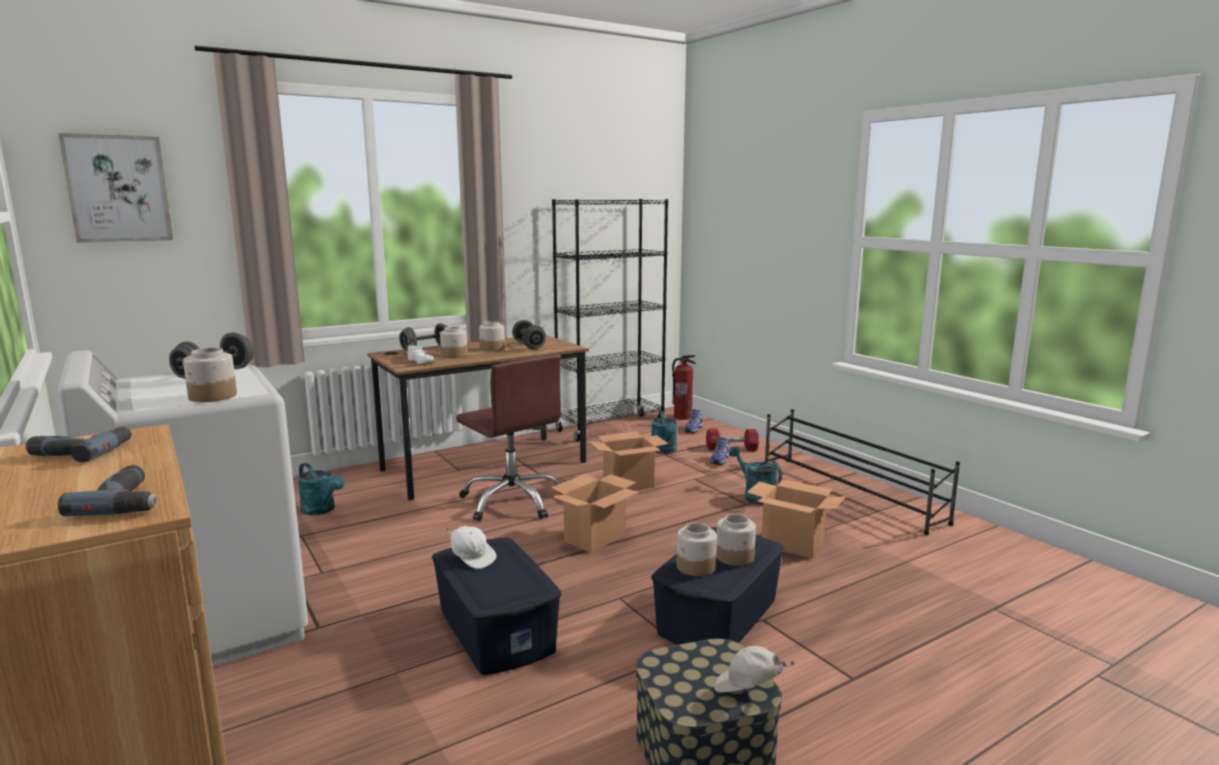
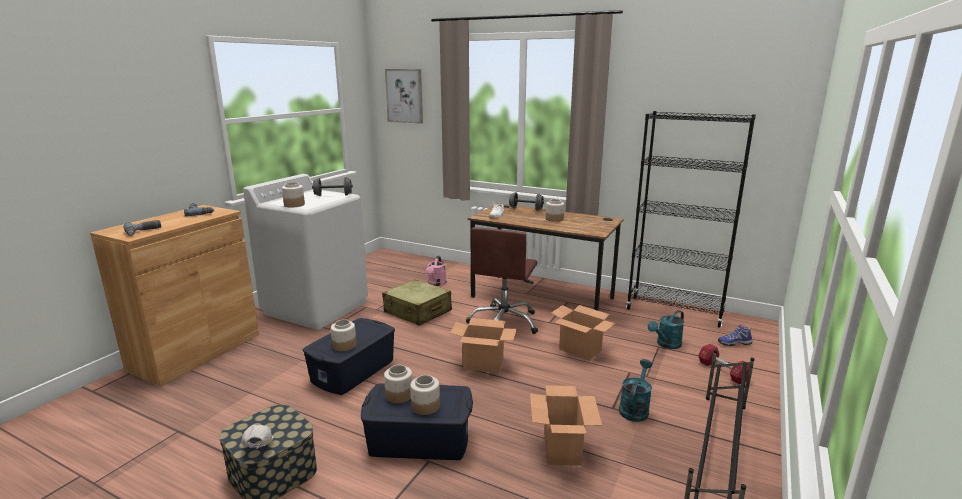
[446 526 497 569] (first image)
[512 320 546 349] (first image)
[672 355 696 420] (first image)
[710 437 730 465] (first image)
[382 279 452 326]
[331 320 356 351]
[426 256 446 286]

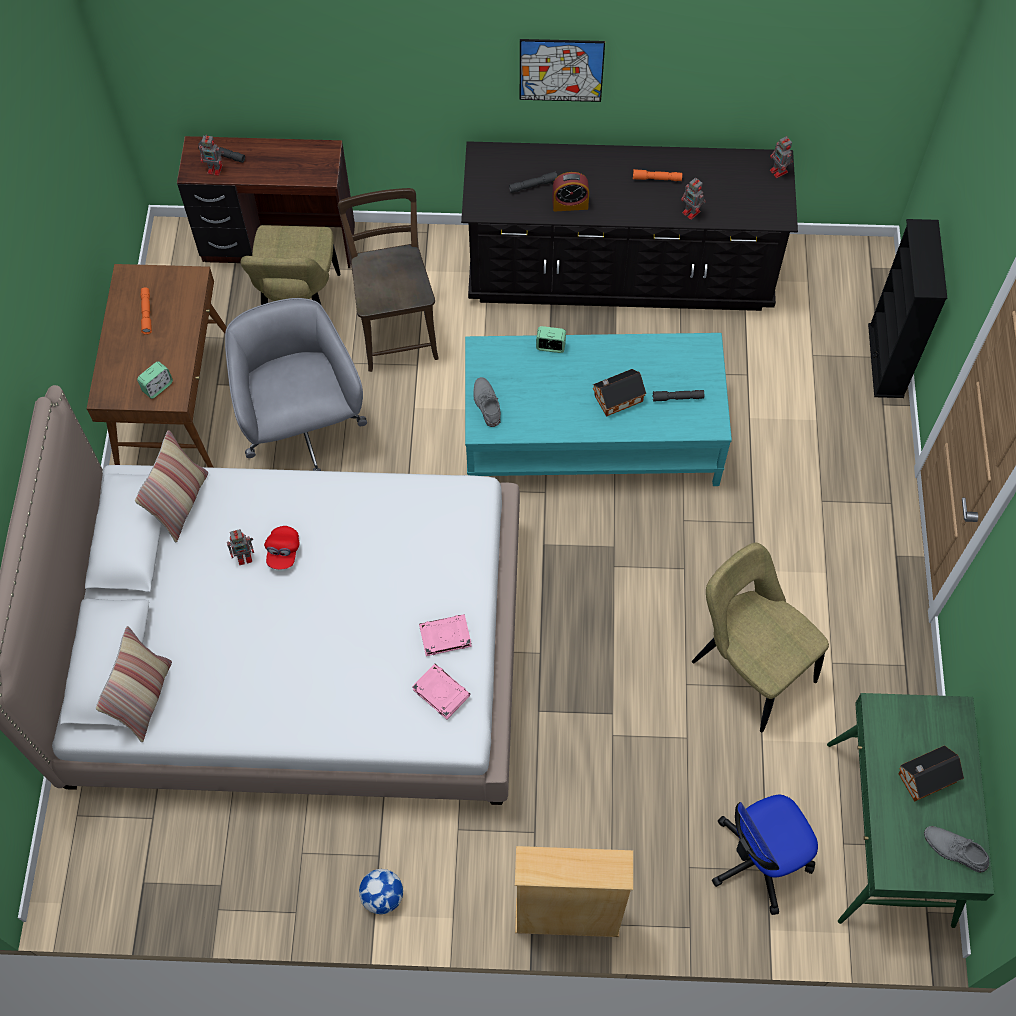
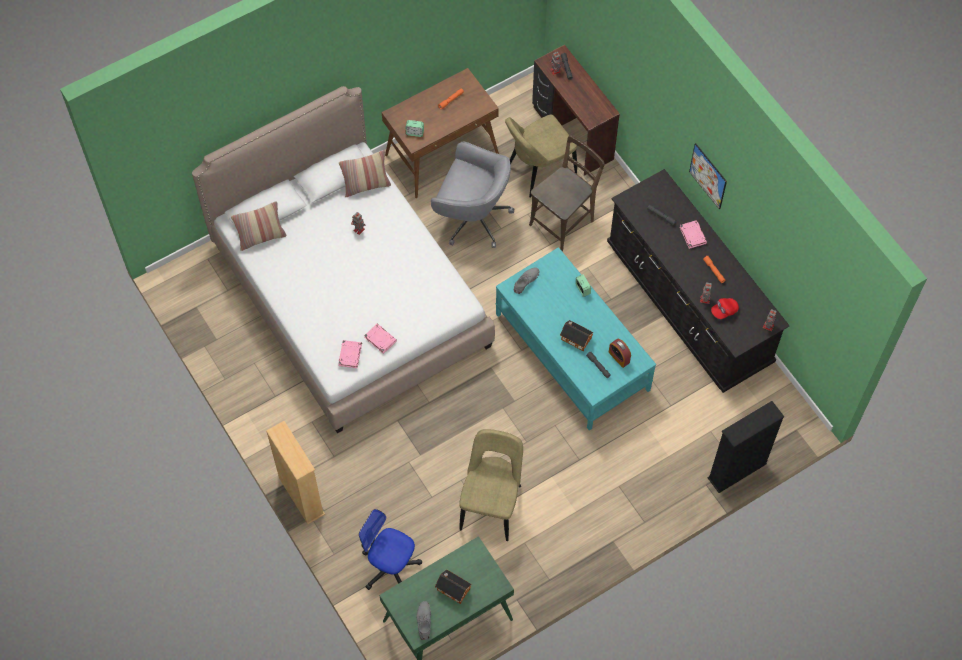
[359 869 403 914] (first image)
[680 220 707 249]
[711 298 739 319]
[609 339 631 368]
[431 142 514 248]

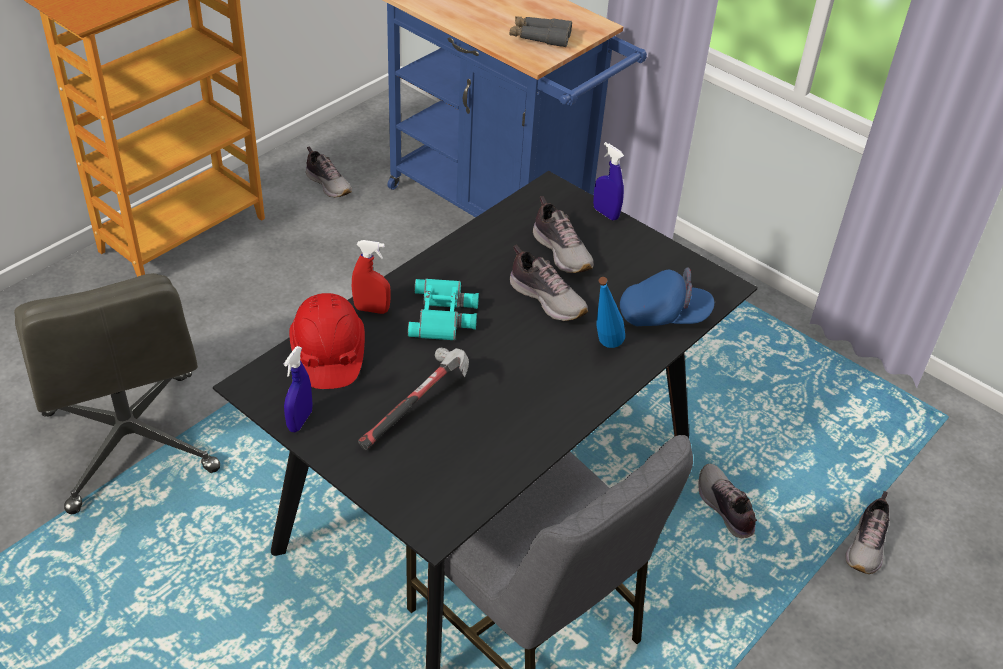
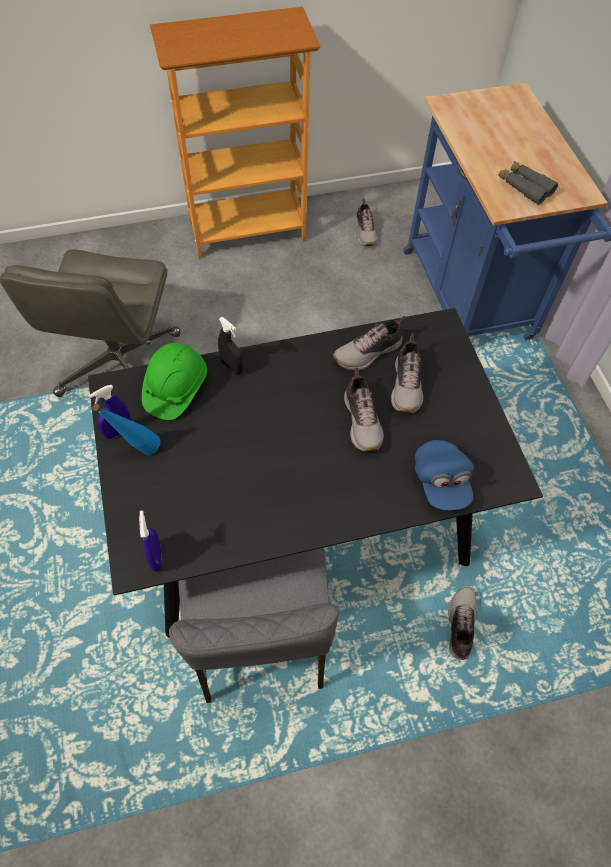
[358 348 469 450] (first image)
[408 279 479 341] (first image)
[139 510 162 572]
[93 404 161 455]
[333 316 406 371]
[142 343 207 420]
[218 317 243 374]
[415 440 474 510]

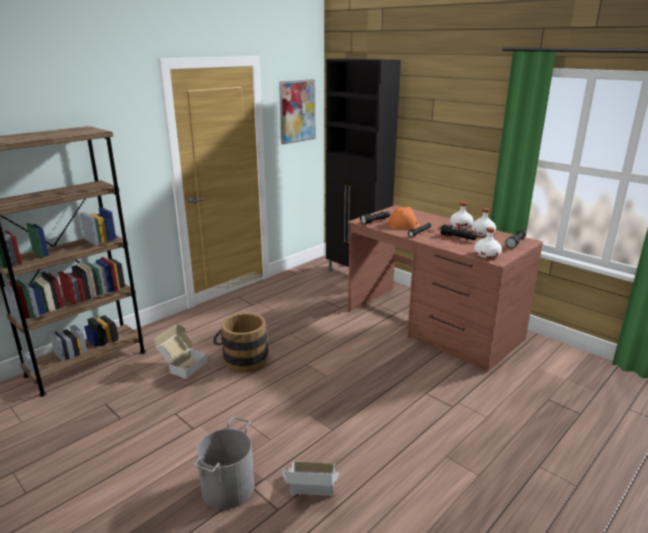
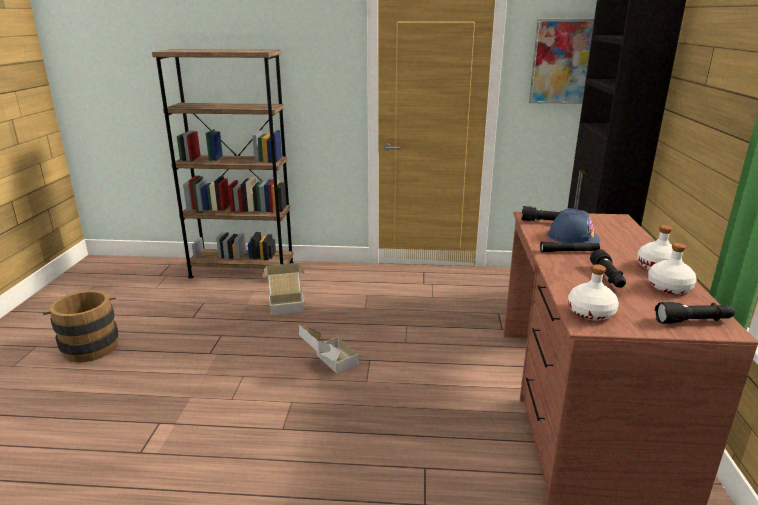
[193 417 254 509] (first image)
[43 290 118 363]
[298 323 359 374]
[547 208 600 243]

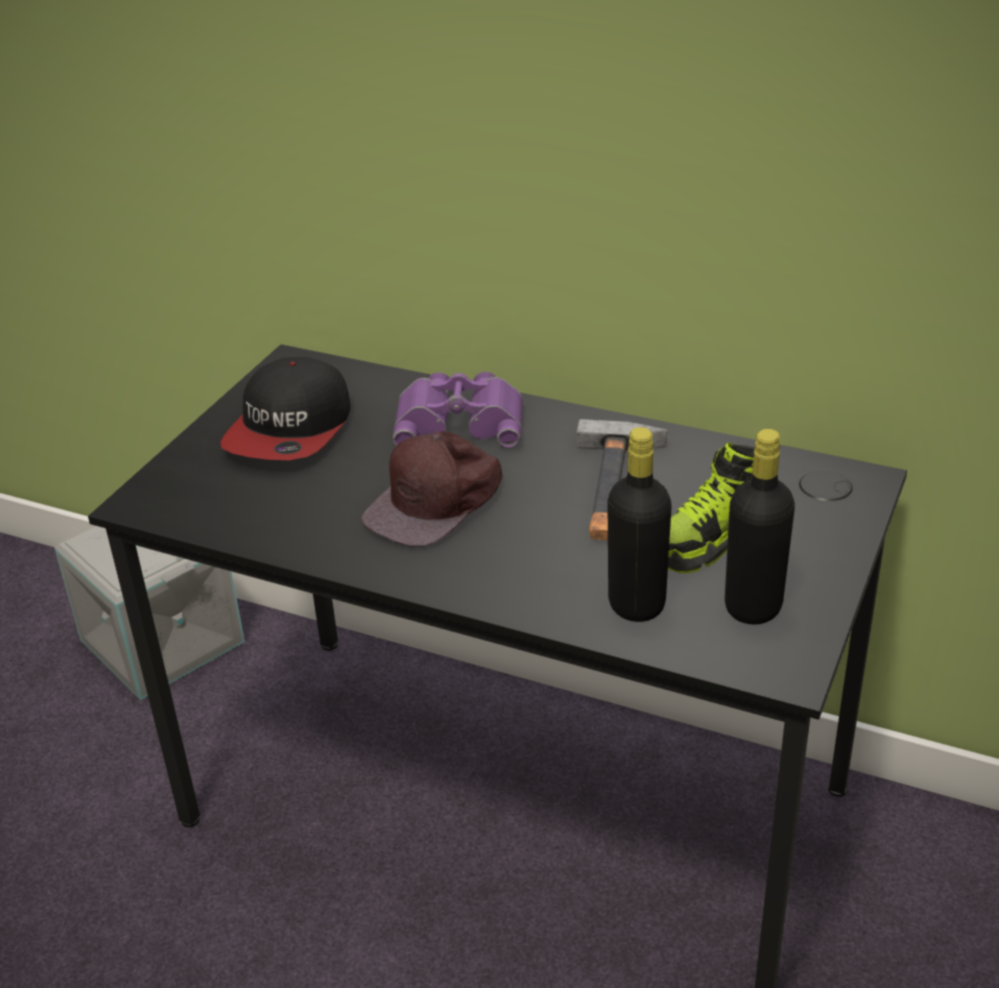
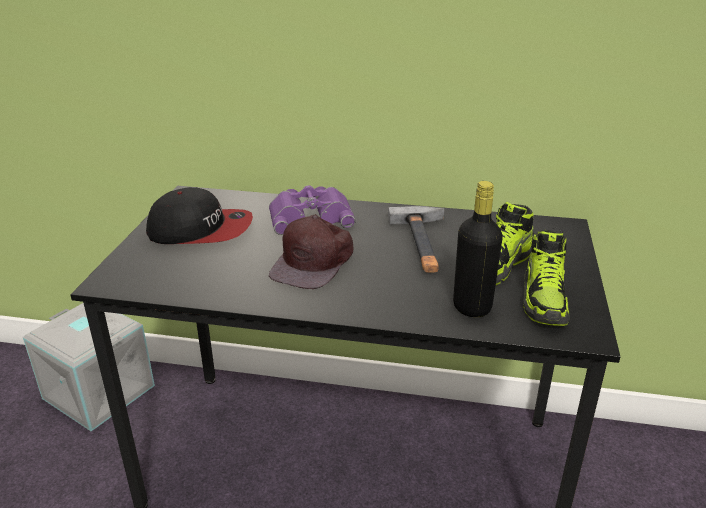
[523 230 570 326]
[146 187 253 244]

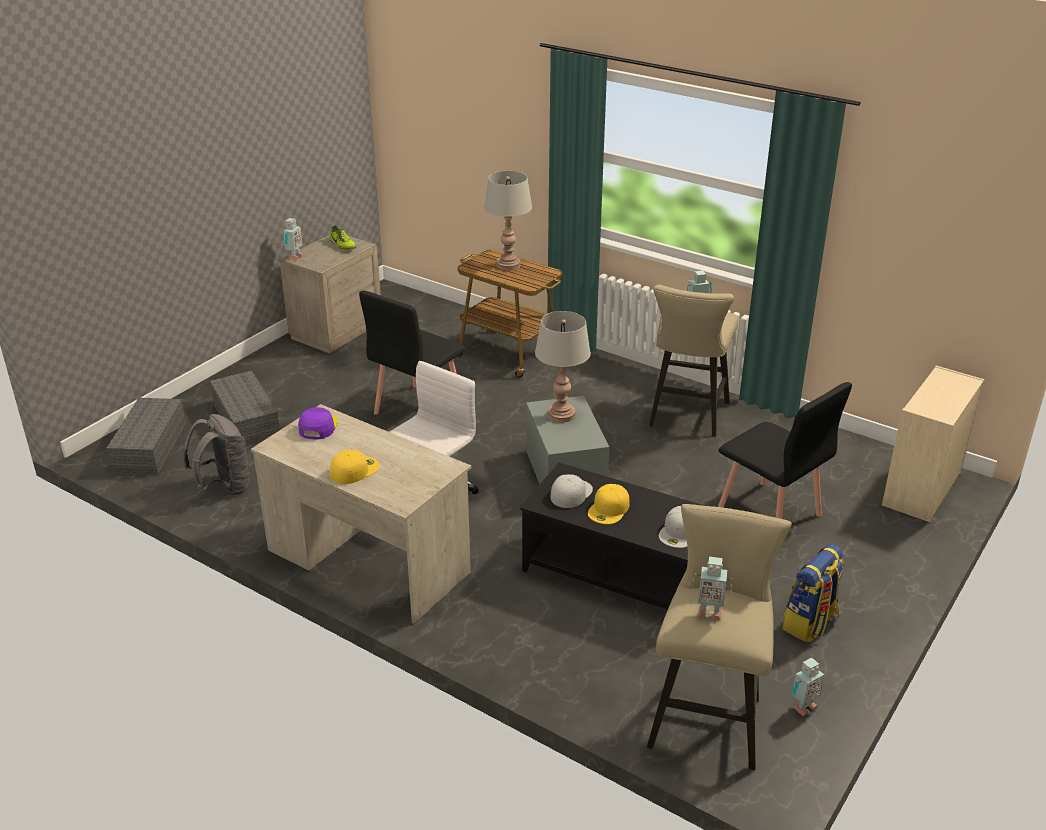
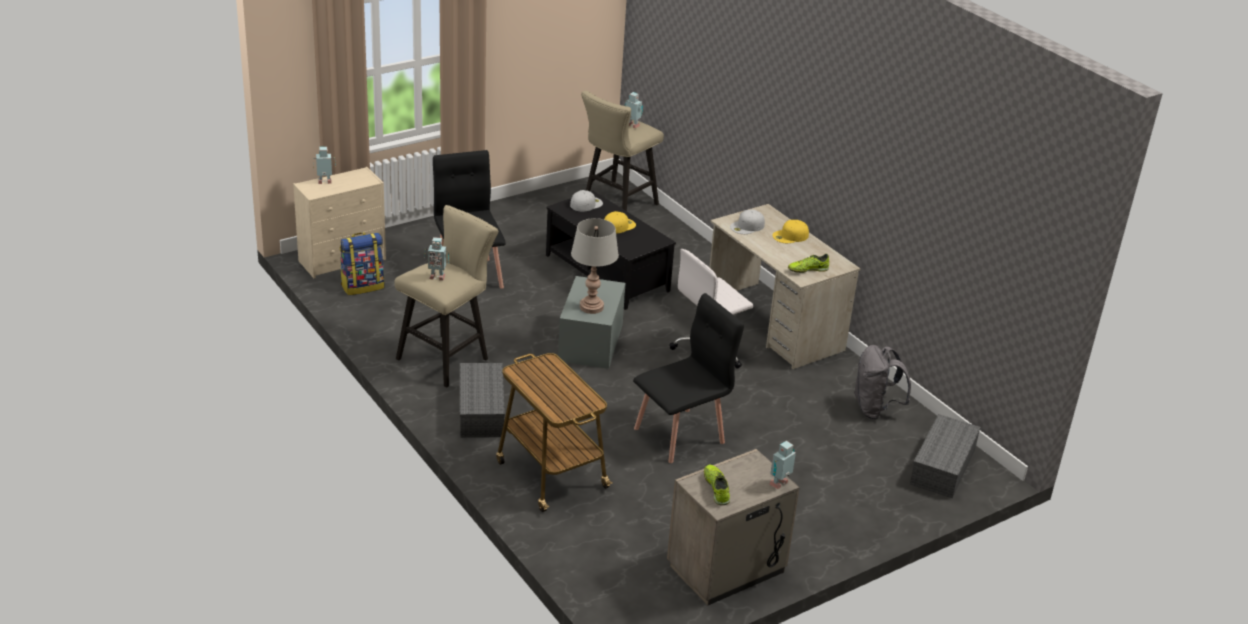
[484 171 532 271] (first image)
[460 363 505 438]
[730 210 765 234]
[340 232 385 295]
[313 147 336 184]
[788 254 829 273]

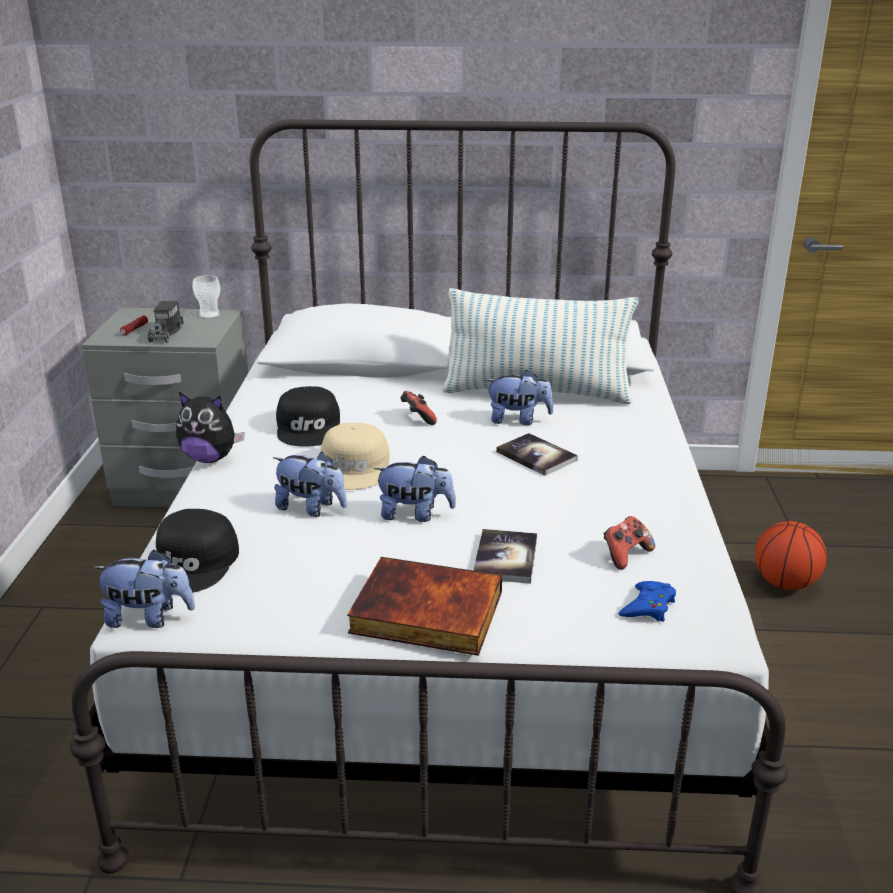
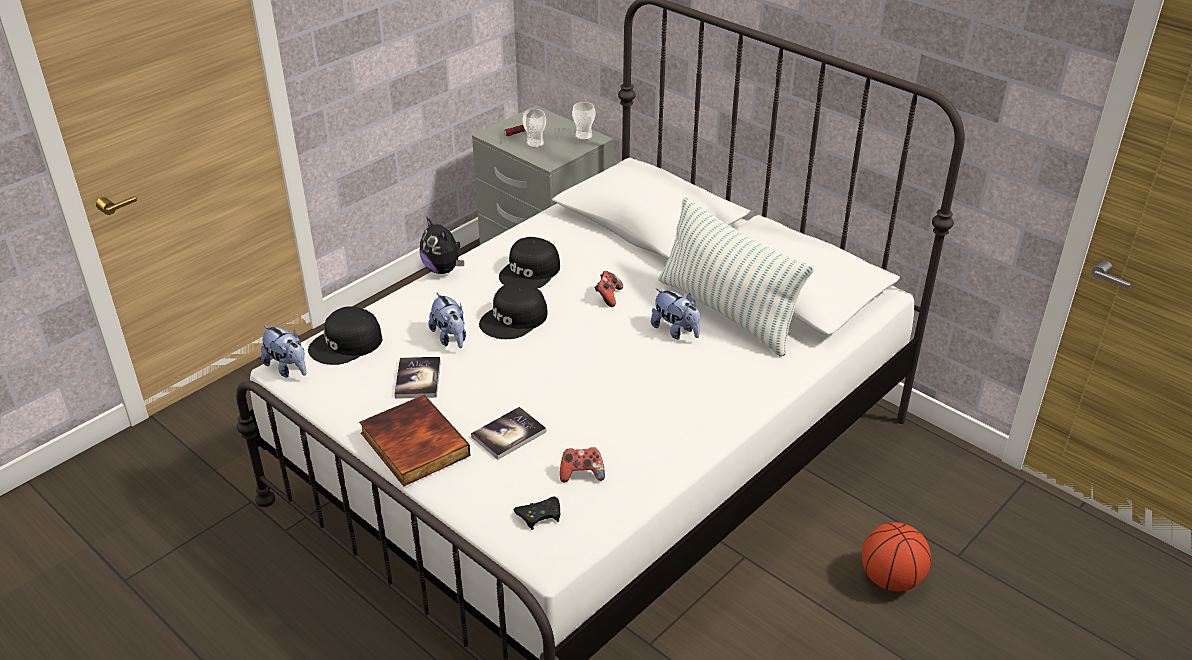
[373 456 456 522] (first image)
[394 357 441 399]
[522 109 546 148]
[479 282 547 339]
[513 496 560 530]

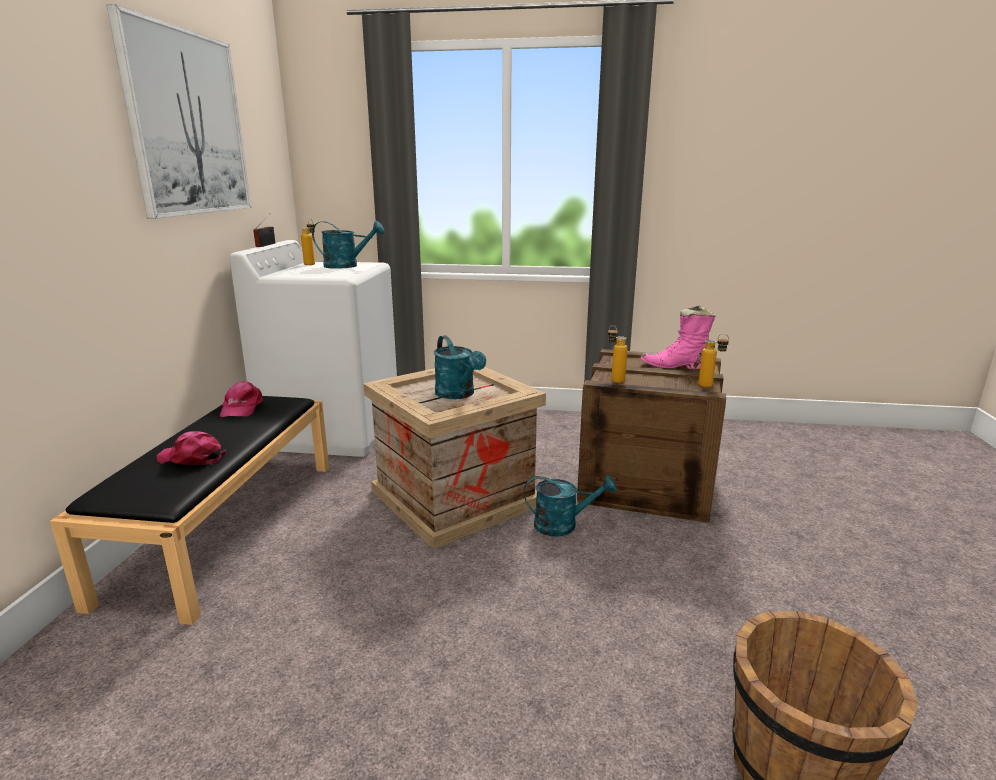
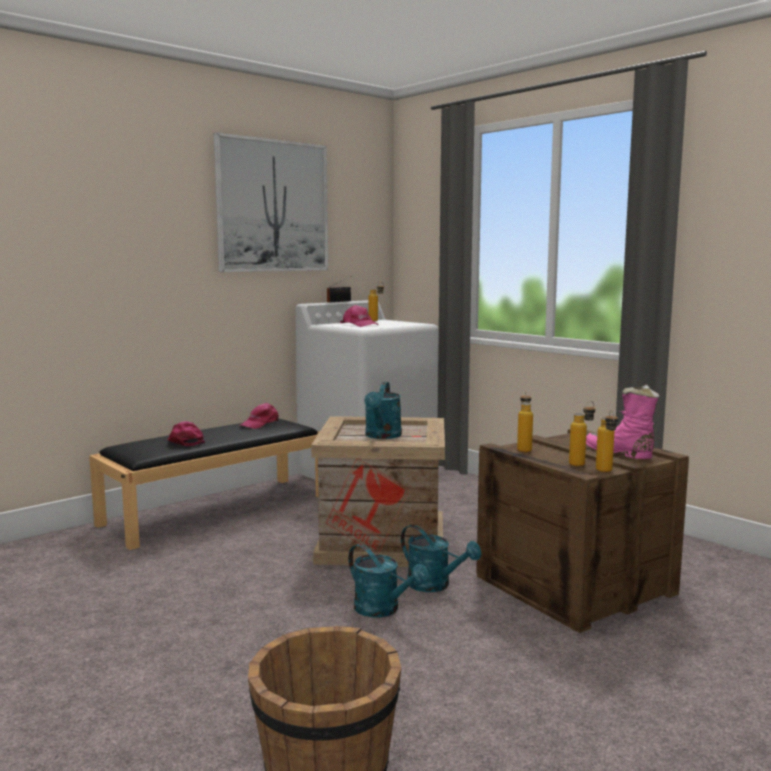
[340 305 379 327]
[569 401 595 466]
[348 544 429 618]

